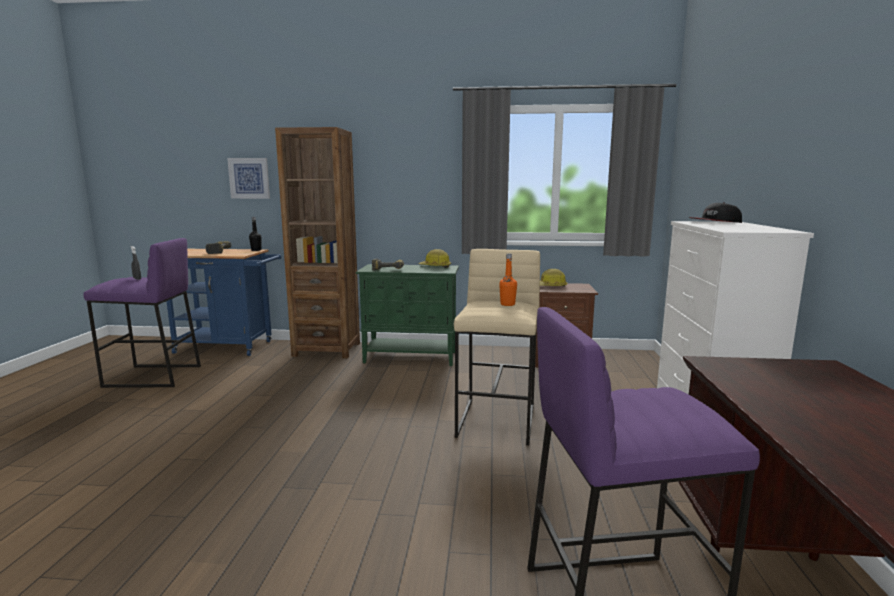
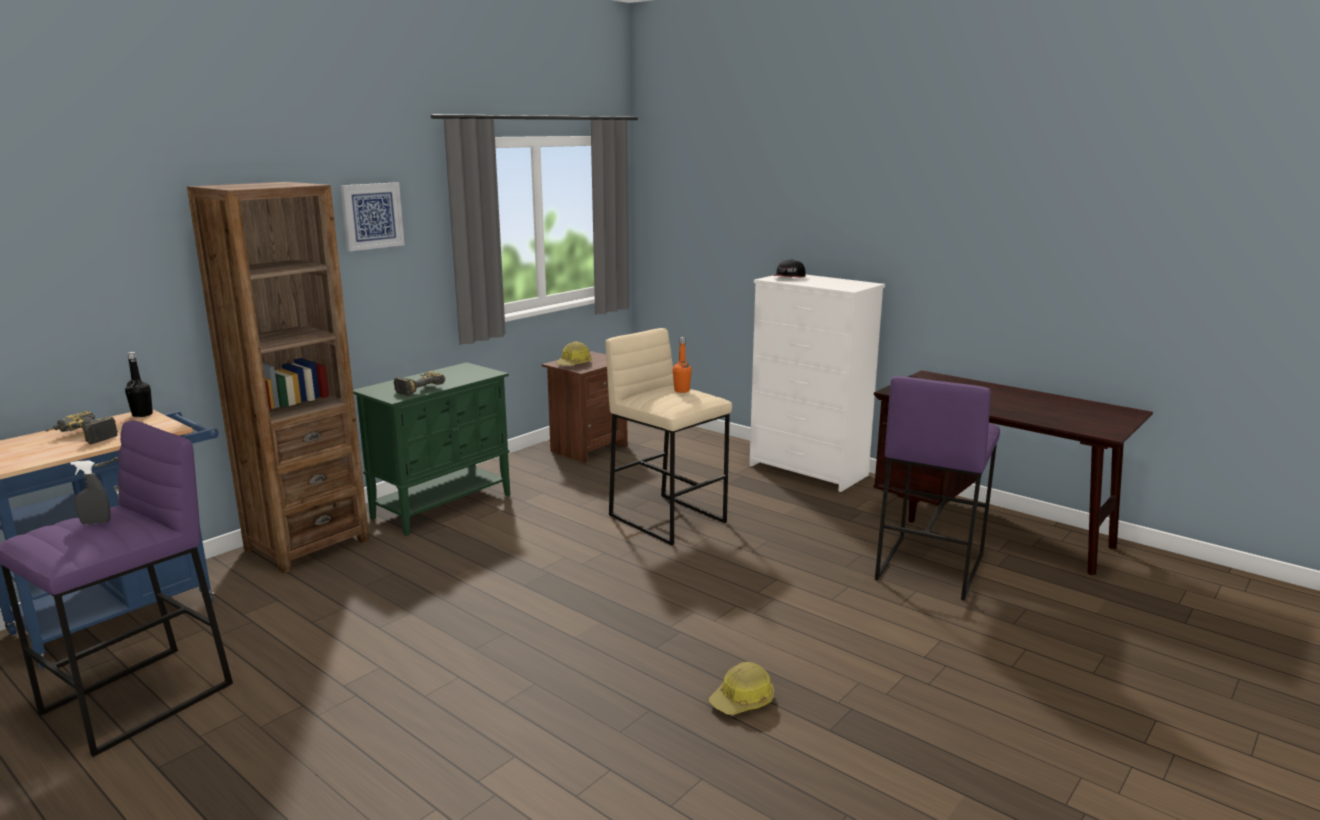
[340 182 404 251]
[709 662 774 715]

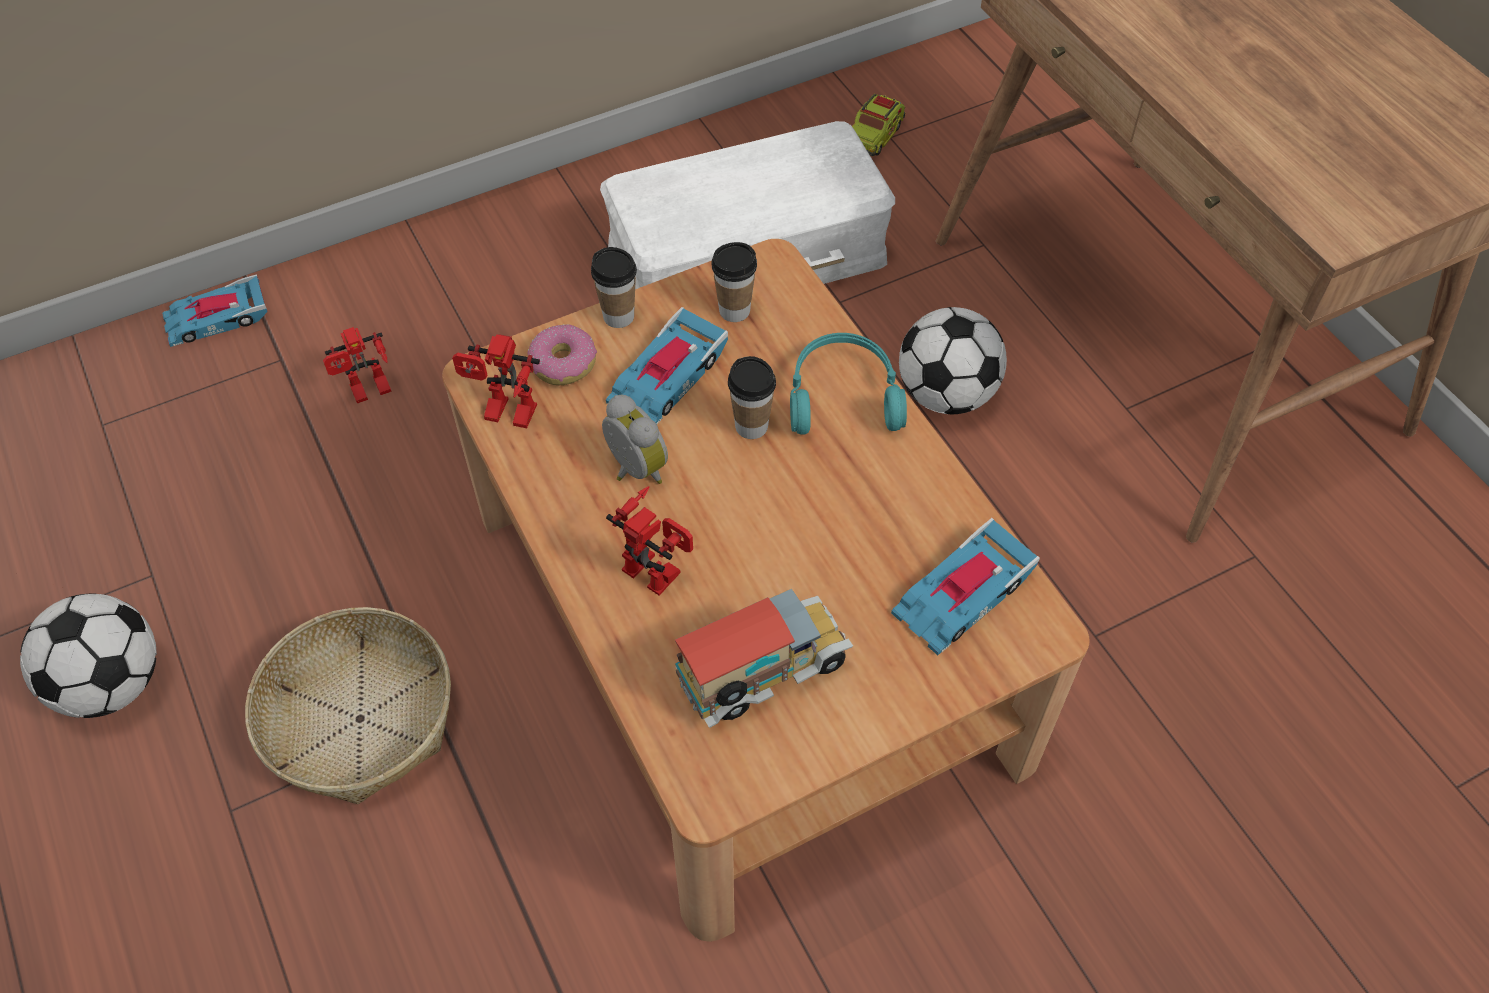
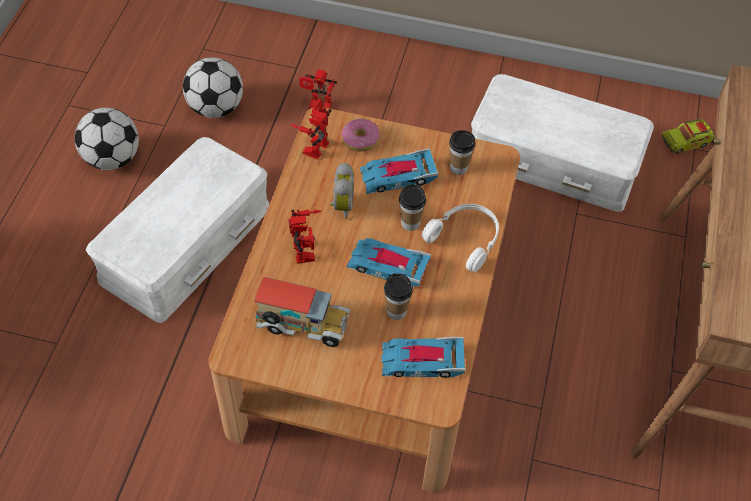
[347 238 431 287]
[384 273 413 320]
[183 57 243 118]
[86 137 269 323]
[422 204 499 272]
[290 99 332 160]

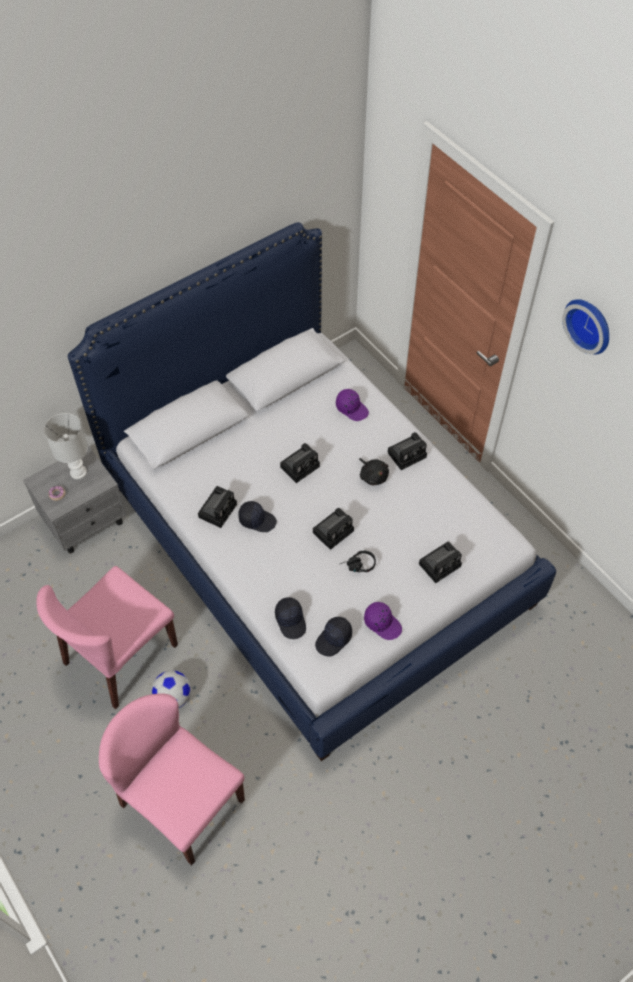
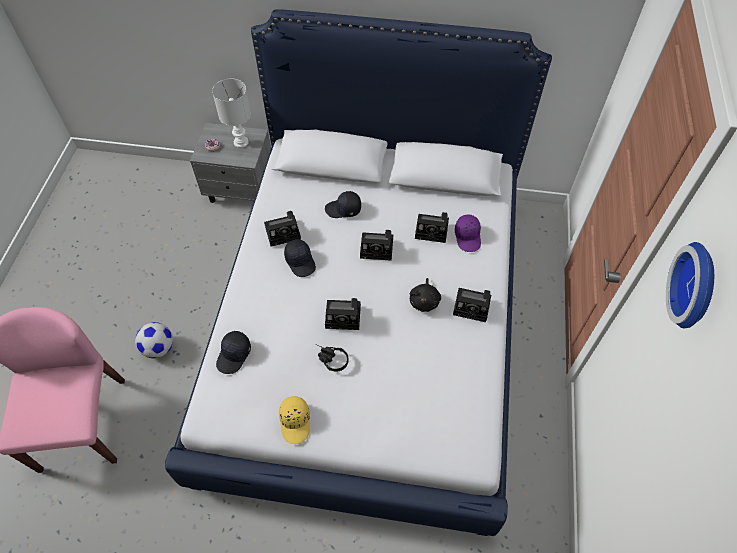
[36 566 178 709] (first image)
[325 191 361 218]
[415 212 449 243]
[279 396 310 444]

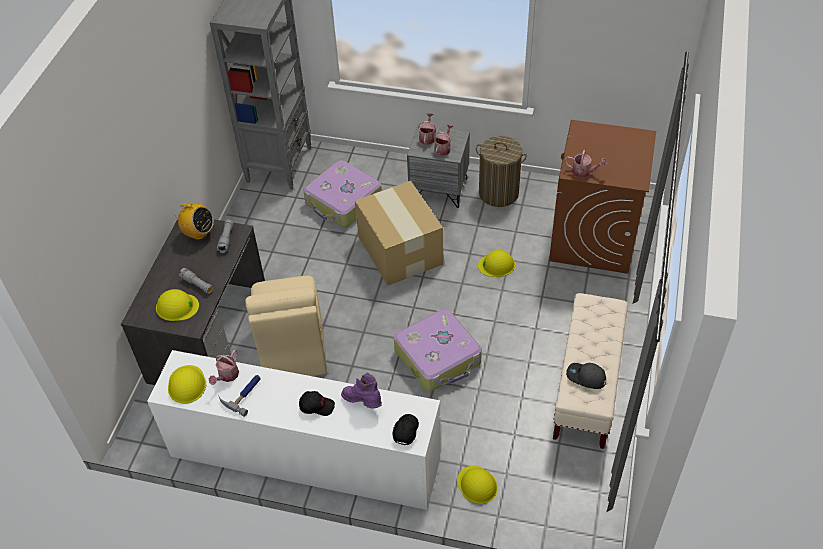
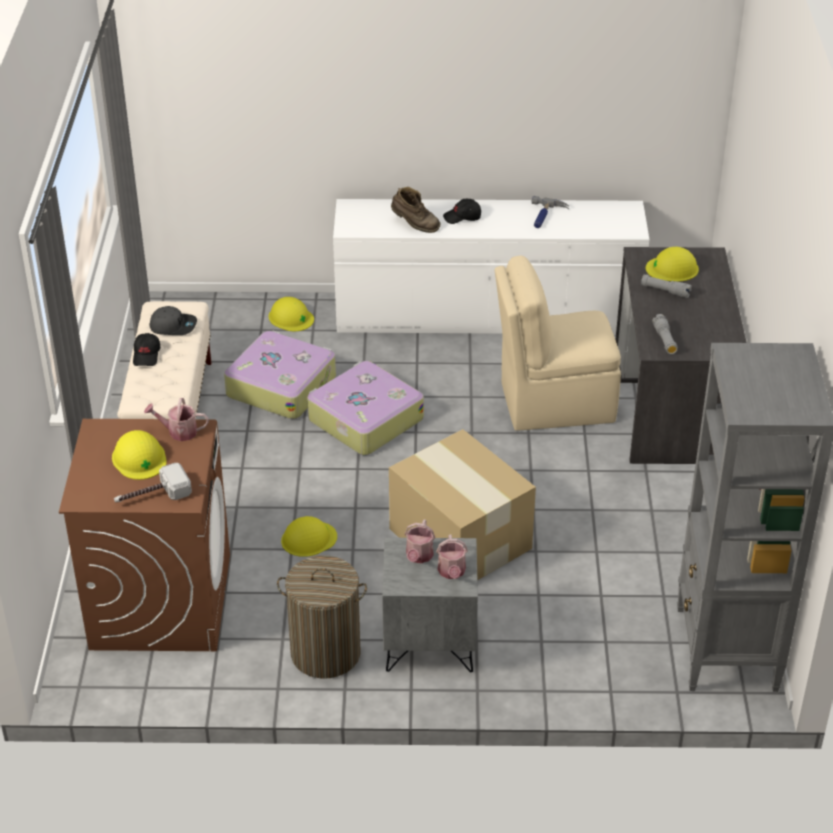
[172 203 214 240] (first image)
[209 350 239 385] (first image)
[114 463 192 502]
[112 430 167 480]
[224 331 336 419]
[133 333 160 366]
[391 187 440 233]
[495 255 621 431]

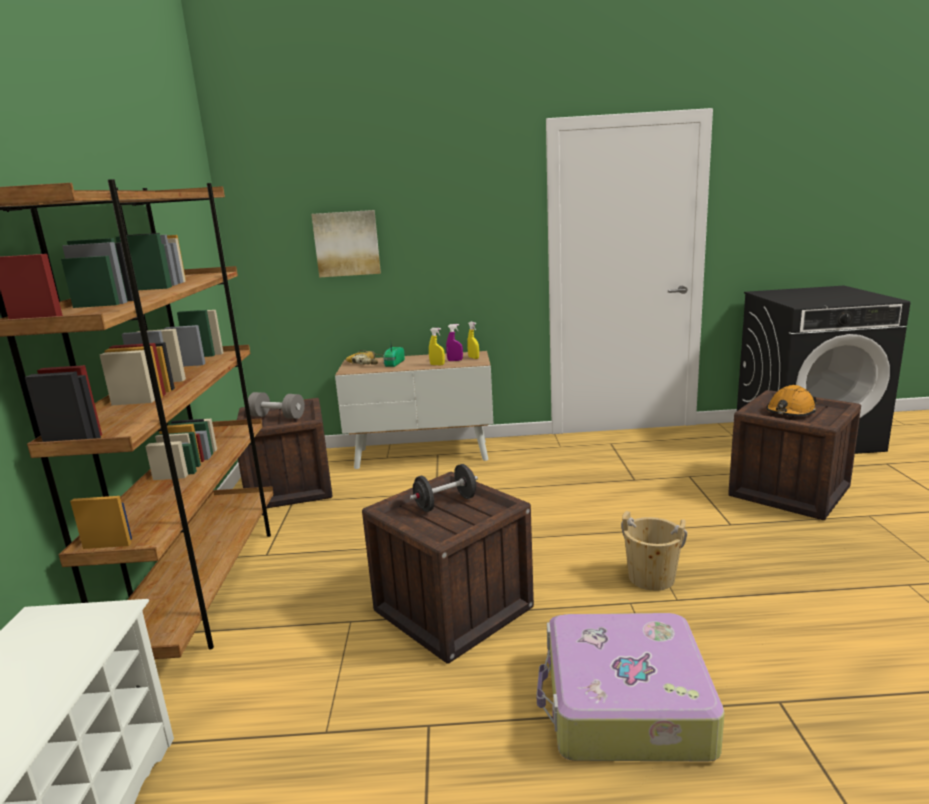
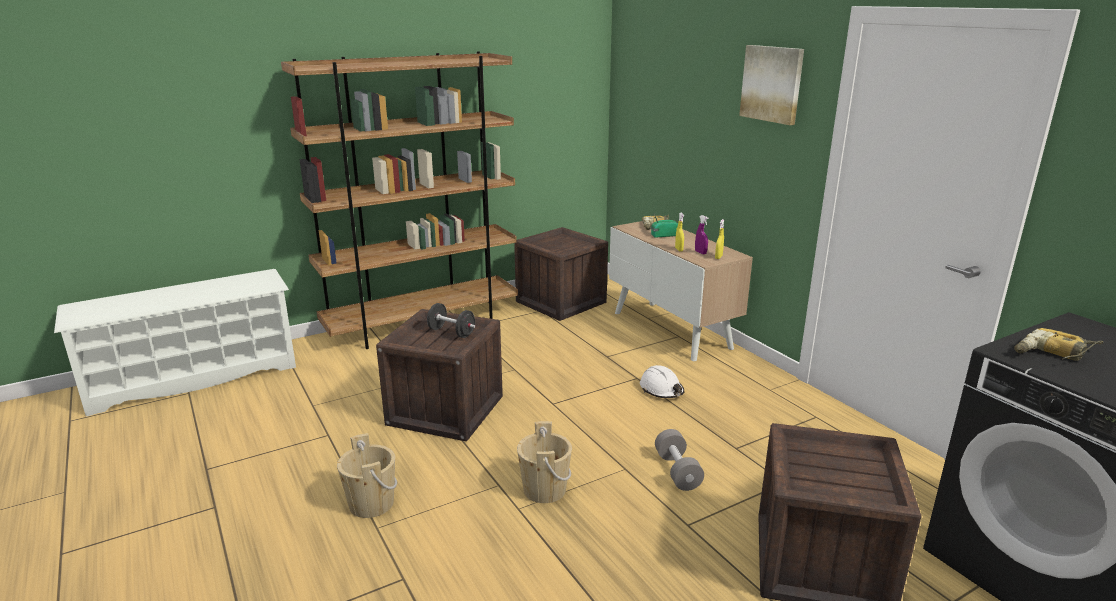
[766 385 817 416] (first image)
[640 365 684 398]
[1015 328 1103 361]
[655 429 704 491]
[739 45 804 125]
[337 433 397 518]

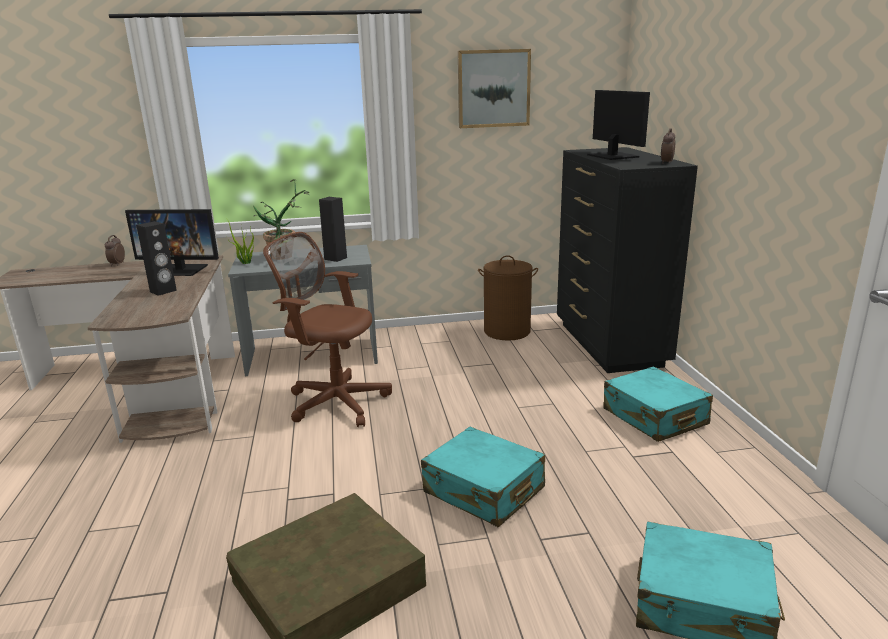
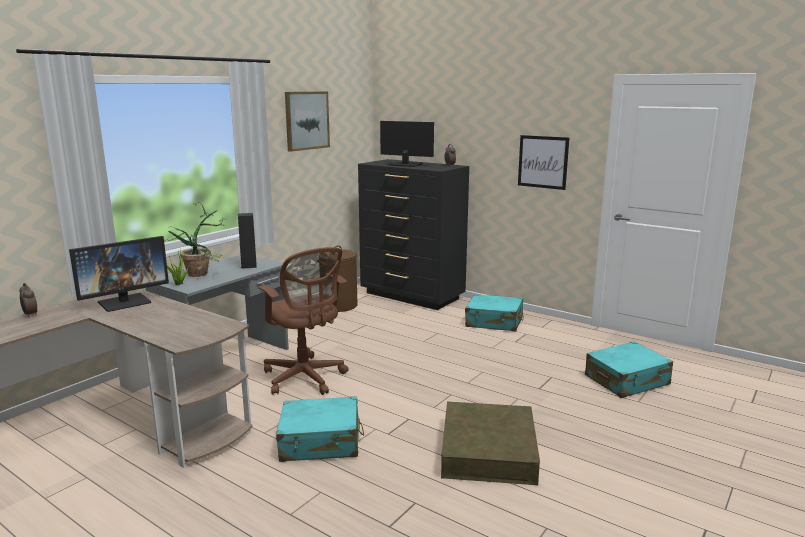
[136 221 177 296] (first image)
[518 135 569 190]
[276 396 364 462]
[259 247 349 395]

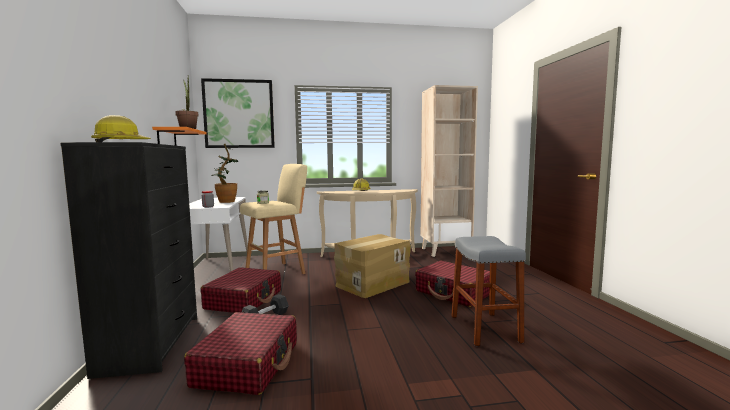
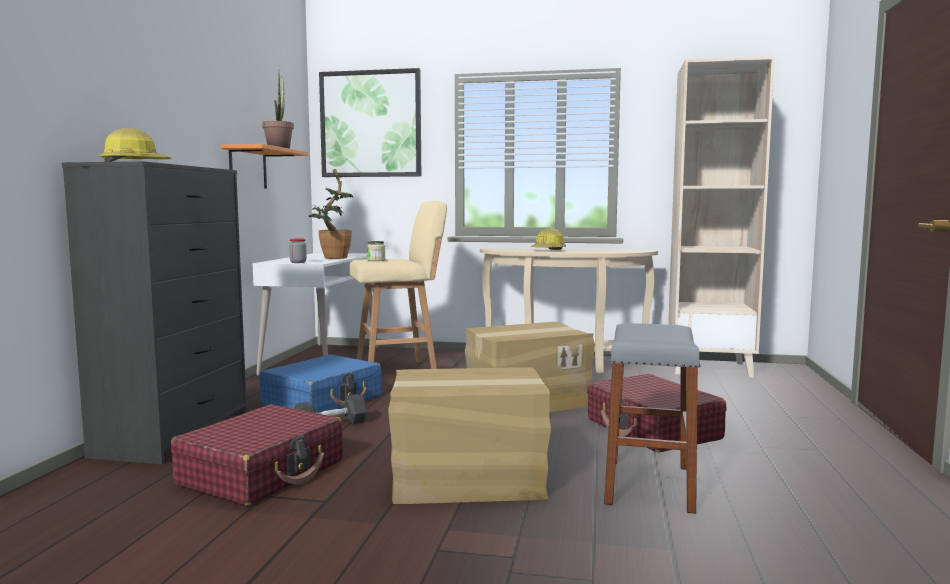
[388 367 551 504]
[259 354 382 413]

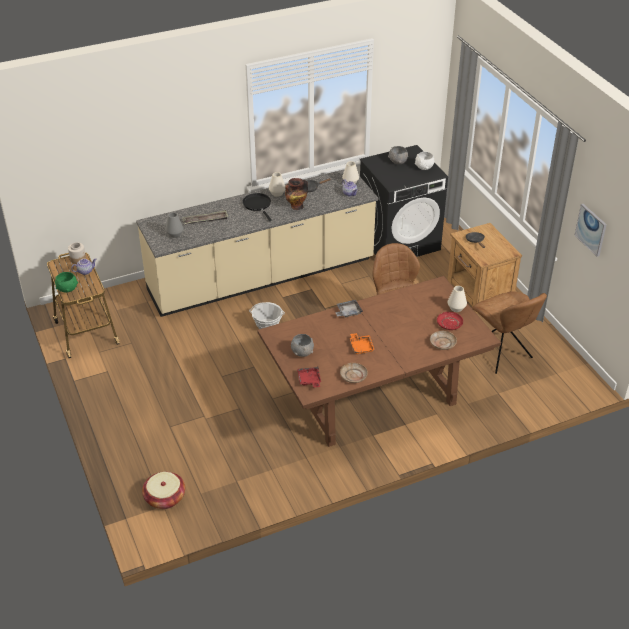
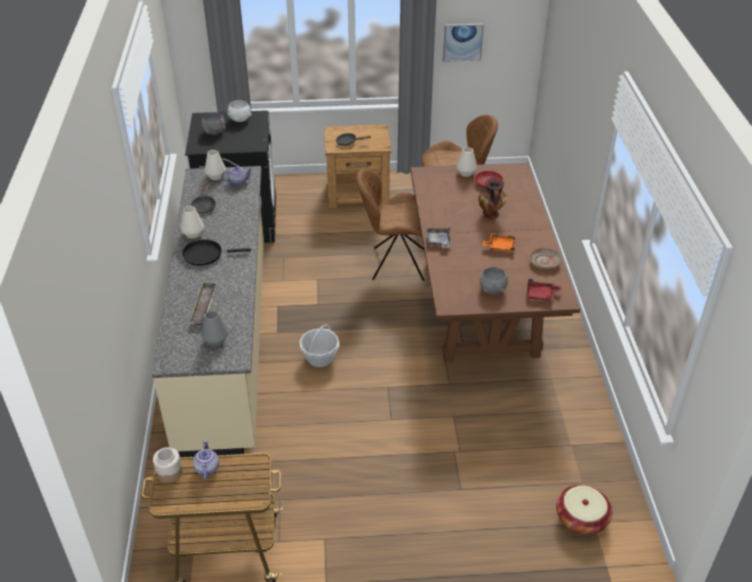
[55 272 78 292] (first image)
[430 331 457 350] (first image)
[479 178 507 218]

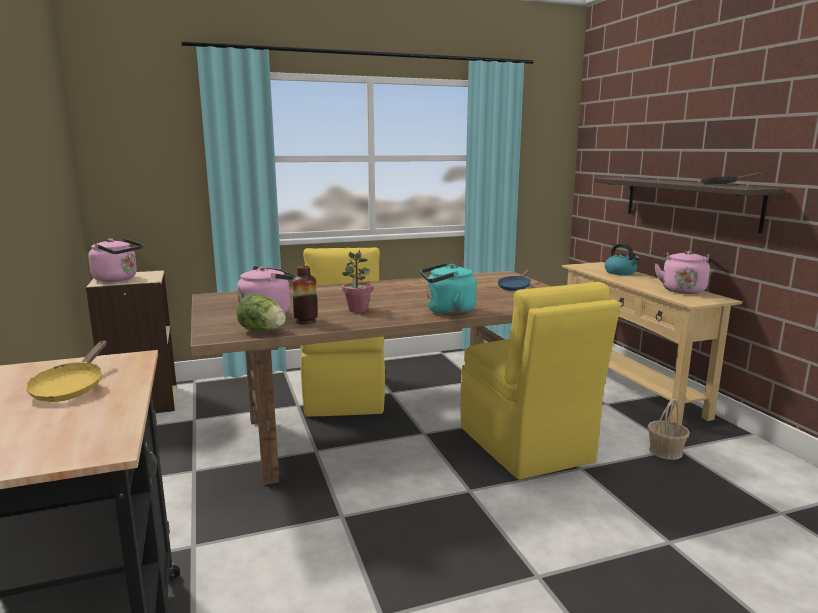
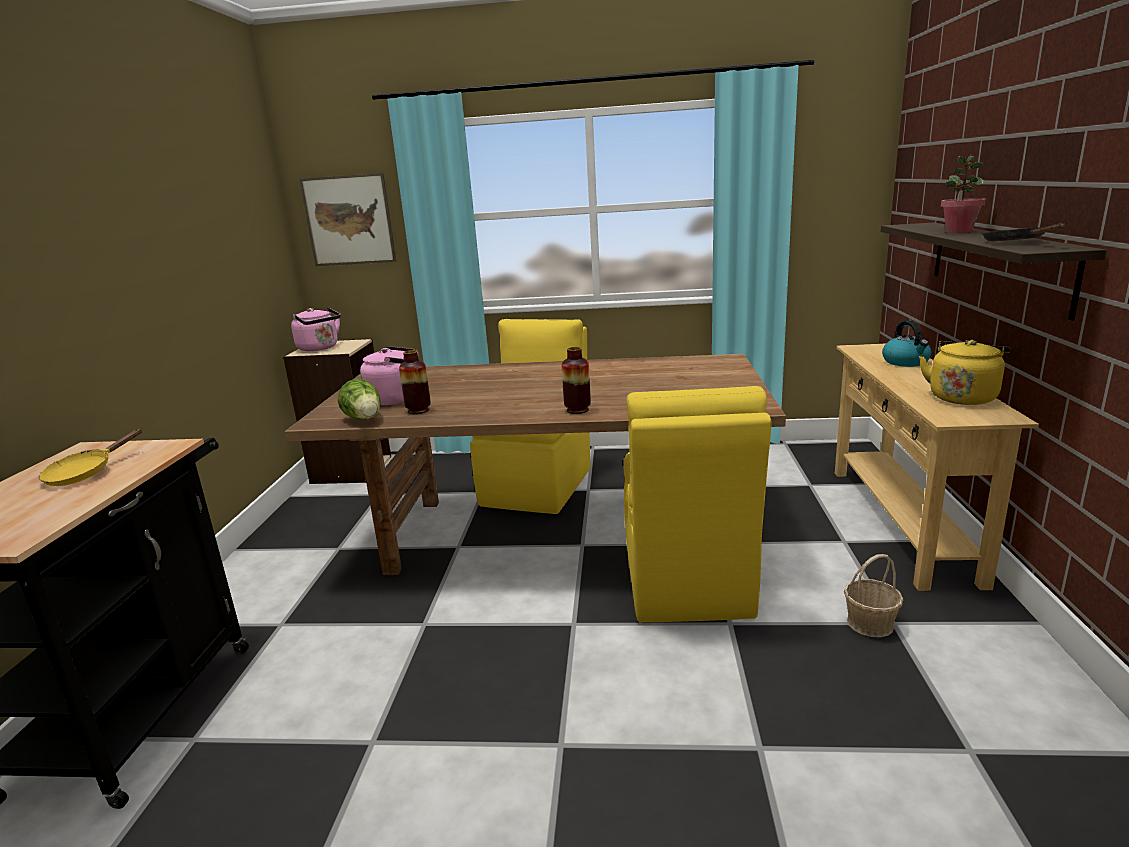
[498 269 531 291] (first image)
[299 173 396 266]
[941 154 986 233]
[562 347 591 414]
[919 340 1010 405]

